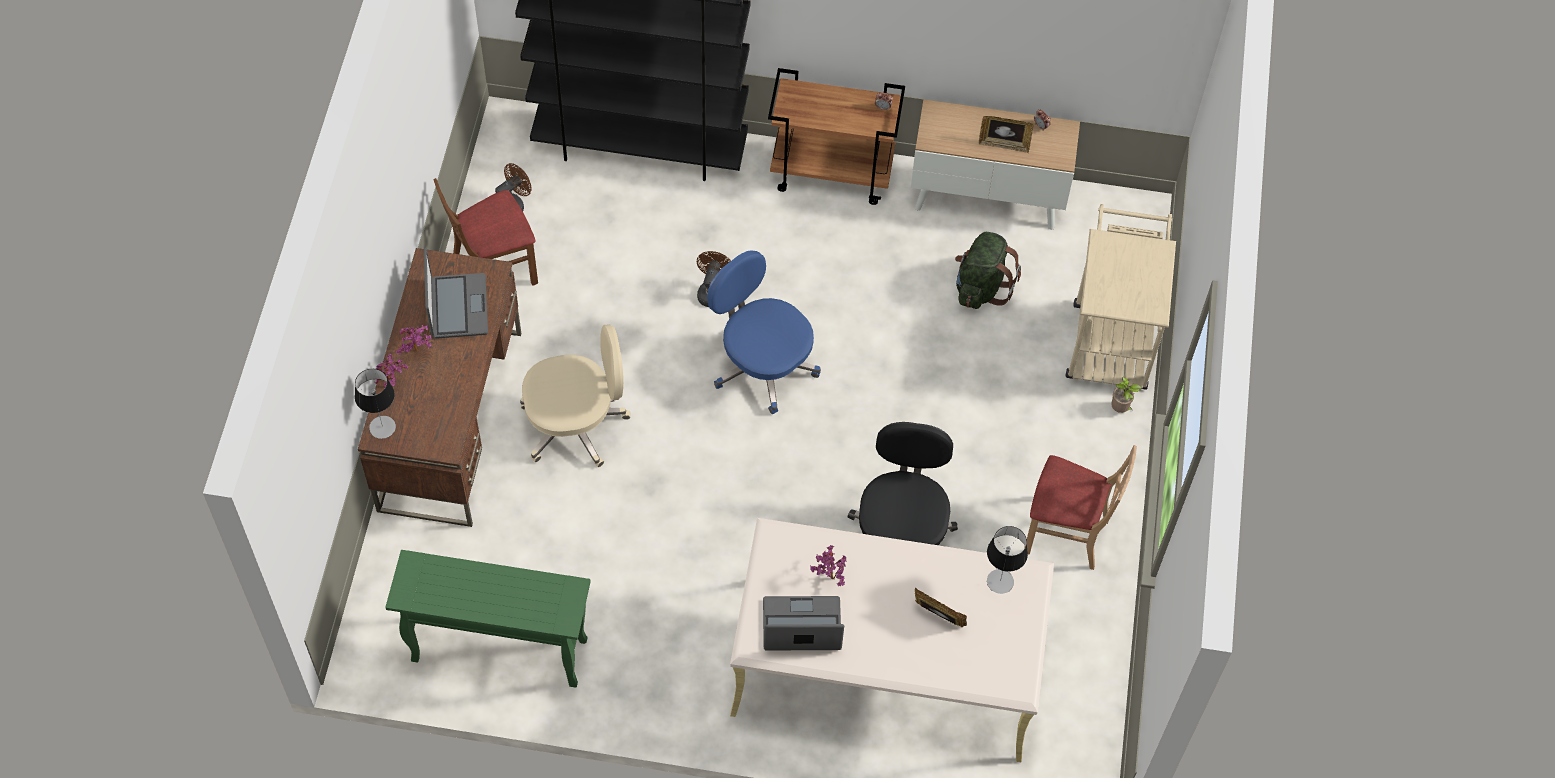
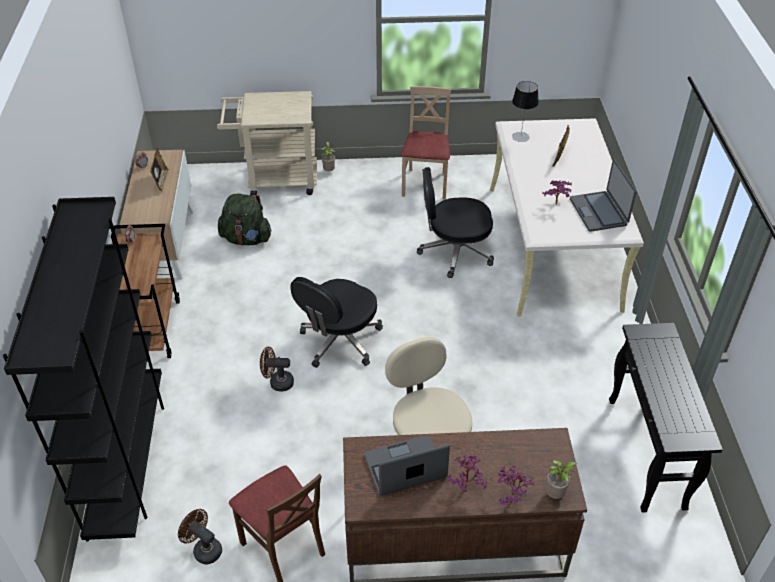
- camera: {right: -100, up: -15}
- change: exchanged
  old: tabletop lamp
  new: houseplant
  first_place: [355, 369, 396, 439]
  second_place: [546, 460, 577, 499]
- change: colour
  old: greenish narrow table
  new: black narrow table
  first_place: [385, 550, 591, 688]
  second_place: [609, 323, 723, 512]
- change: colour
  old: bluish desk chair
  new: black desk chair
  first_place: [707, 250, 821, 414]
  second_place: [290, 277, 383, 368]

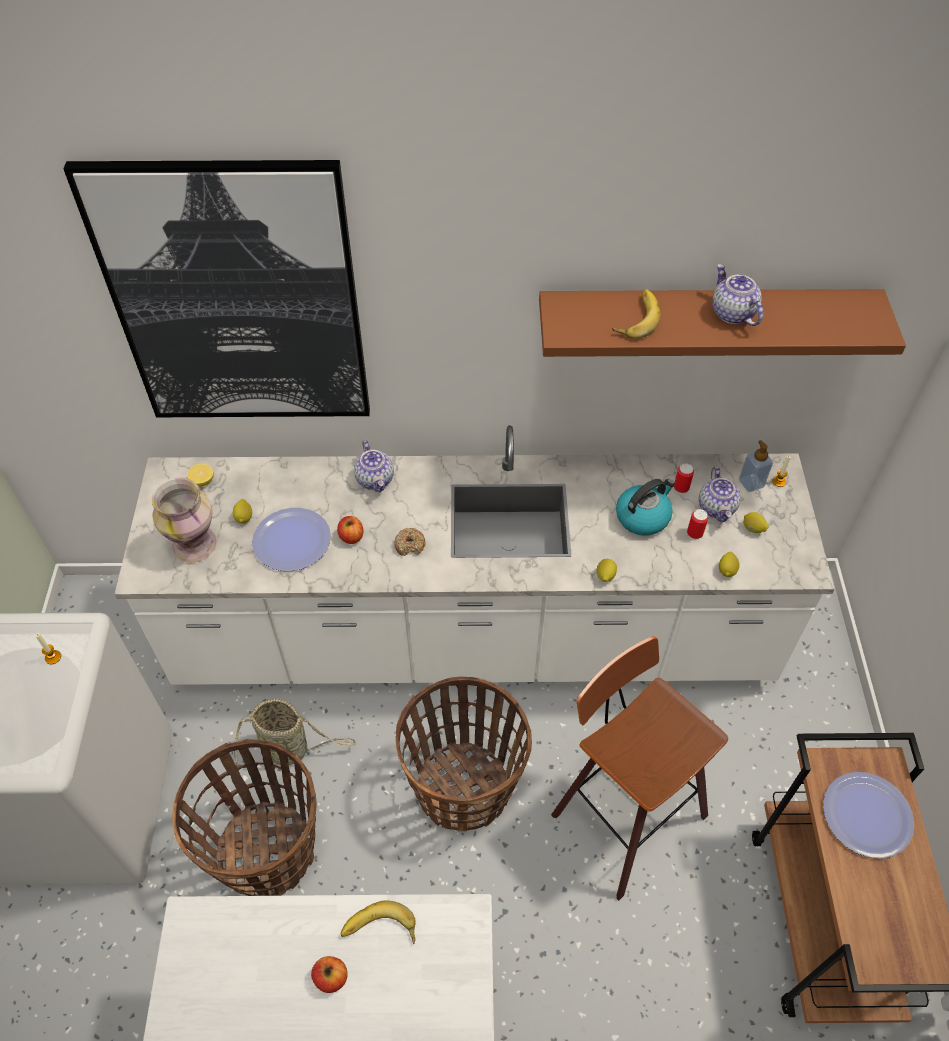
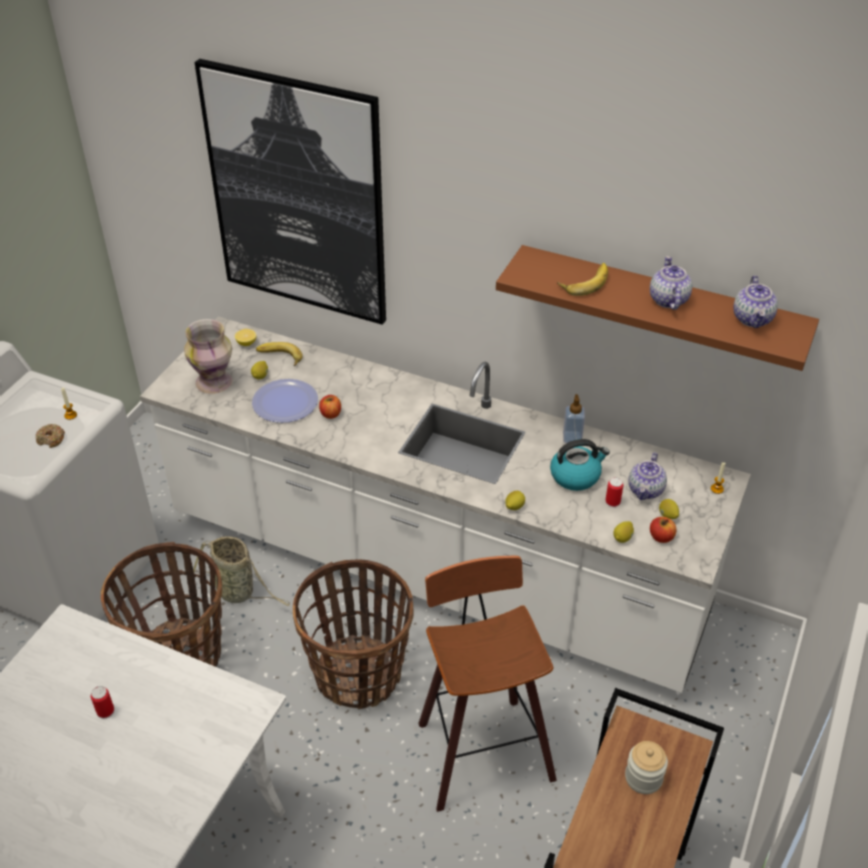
- camera: {right: 25, up: -10}
- change: relocated
  old: whole apple
  first_place: [311, 956, 348, 993]
  second_place: [650, 517, 676, 543]
- change: relocated
  old: banana fruit
  first_place: [341, 901, 416, 944]
  second_place: [256, 342, 303, 366]
- change: relocated
  old: teapot
  first_place: [354, 440, 394, 493]
  second_place: [733, 275, 778, 328]
- change: relocated
  old: doughnut
  first_place: [394, 528, 425, 556]
  second_place: [35, 424, 65, 448]
- change: relocated
  old: can
  first_place: [674, 463, 694, 494]
  second_place: [91, 686, 114, 719]
- change: relocated
  old: soap bottle
  first_place: [739, 440, 773, 492]
  second_place: [563, 394, 585, 443]
- change: exchanged
  old: dinner plate
  new: preserve jar
  first_place: [823, 772, 914, 859]
  second_place: [625, 741, 668, 794]

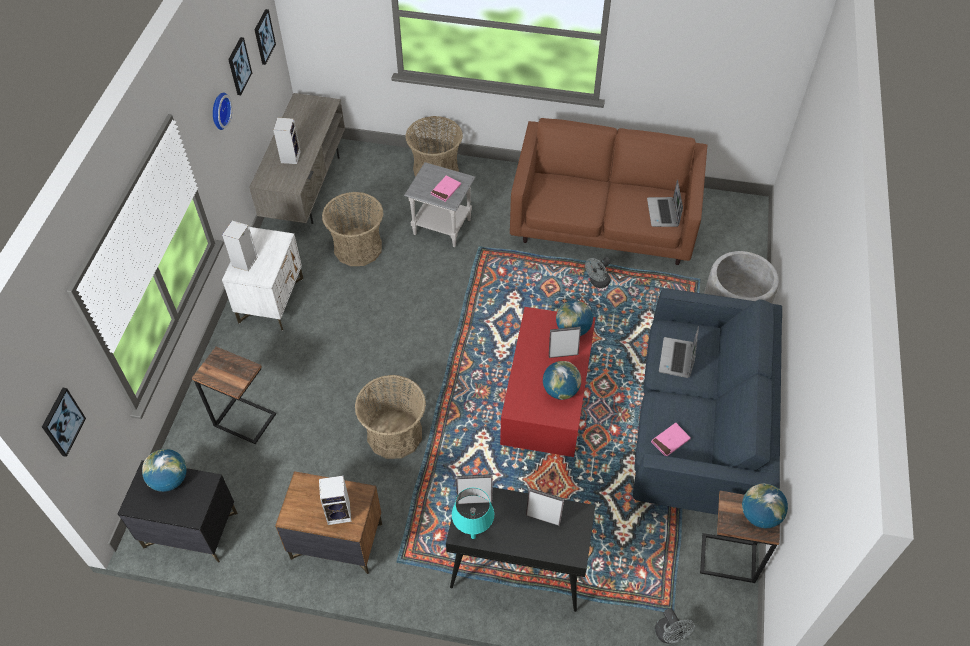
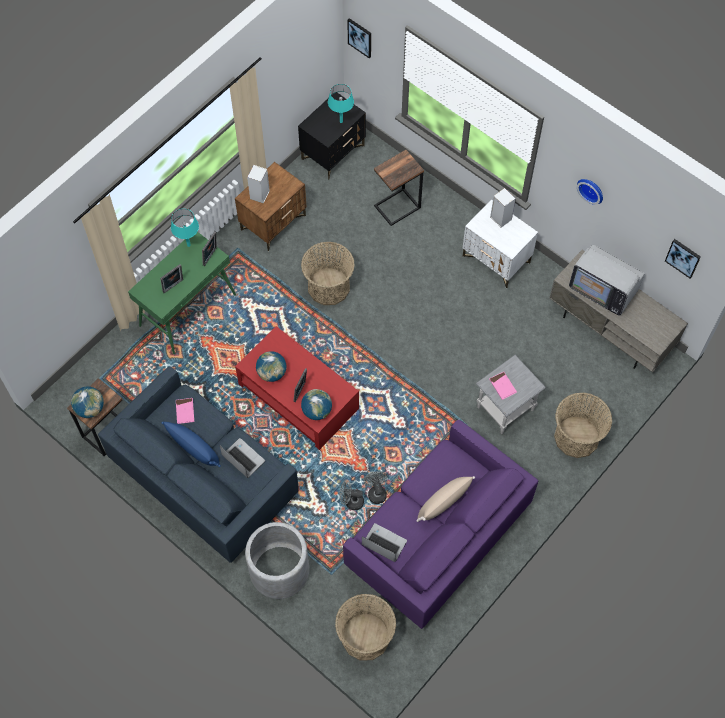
- camera: {right: 120, up: 10}
- change: missing
  old: picture
  first_place: [228, 37, 252, 95]
- change: appeared
  new: bluish throw pillow
  second_place: [162, 422, 221, 467]
- change: appeared
  new: beige throw pillow
  second_place: [416, 476, 475, 522]
- change: relocated
  old: household basket
  first_place: [322, 192, 384, 266]
  second_place: [335, 594, 396, 661]
- change: relocated
  old: greyish cooling fan
  first_place: [655, 608, 695, 643]
  second_place: [340, 480, 364, 510]
- change: exchanged
  old: world globe
  new: turquoise tabletop lamp
  first_place: [142, 449, 187, 492]
  second_place: [328, 84, 354, 123]
- change: exchanged
  old: speaker
  new: TV
  first_place: [273, 118, 301, 164]
  second_place: [569, 244, 644, 316]
- change: colour
  old: black narrow table
  new: greenish narrow table
  first_place: [446, 487, 595, 612]
  second_place: [128, 232, 236, 354]
- change: colour
  old: brownish sofa
  new: purple sofa
  first_place: [510, 118, 707, 265]
  second_place: [343, 420, 538, 629]

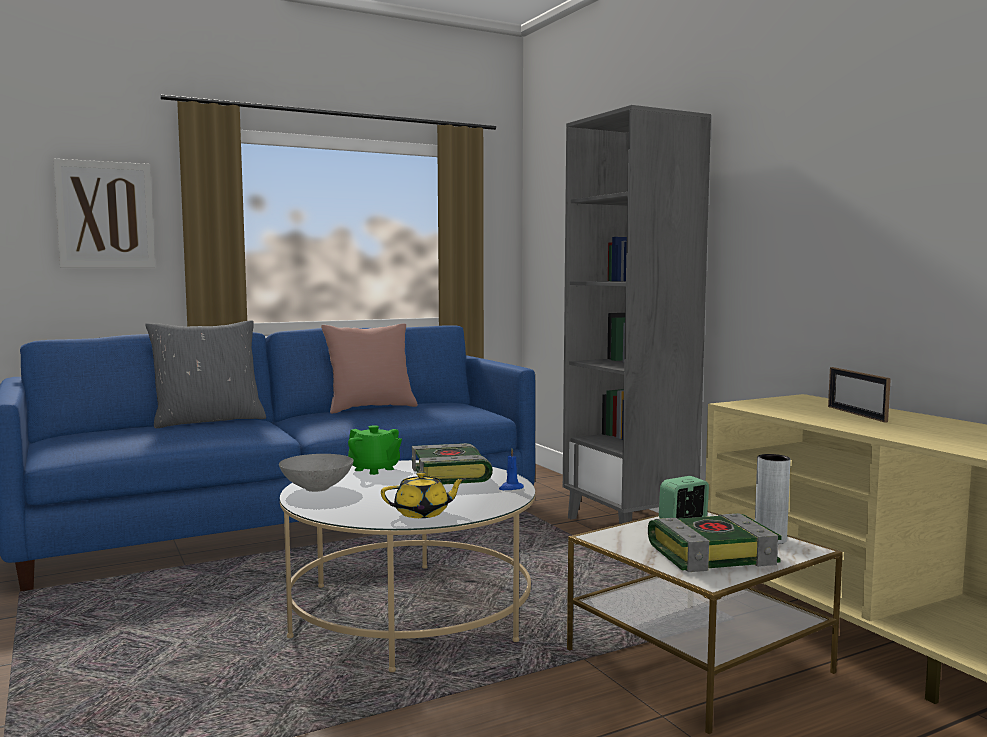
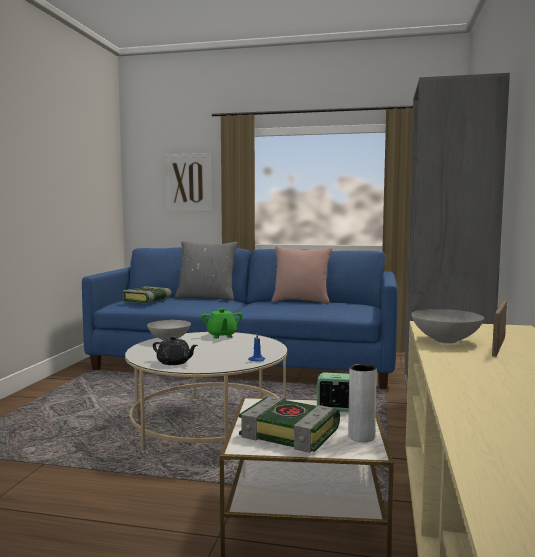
- camera: {right: 40, up: 0}
- change: appeared
  new: greyish deep dish
  second_place: [411, 309, 484, 344]
- change: relocated
  old: book
  first_place: [412, 443, 493, 484]
  second_place: [122, 286, 172, 304]
- change: colour
  old: yellow-coloured teapot
  new: black teapot
  first_place: [381, 472, 466, 518]
  second_place: [153, 336, 198, 365]

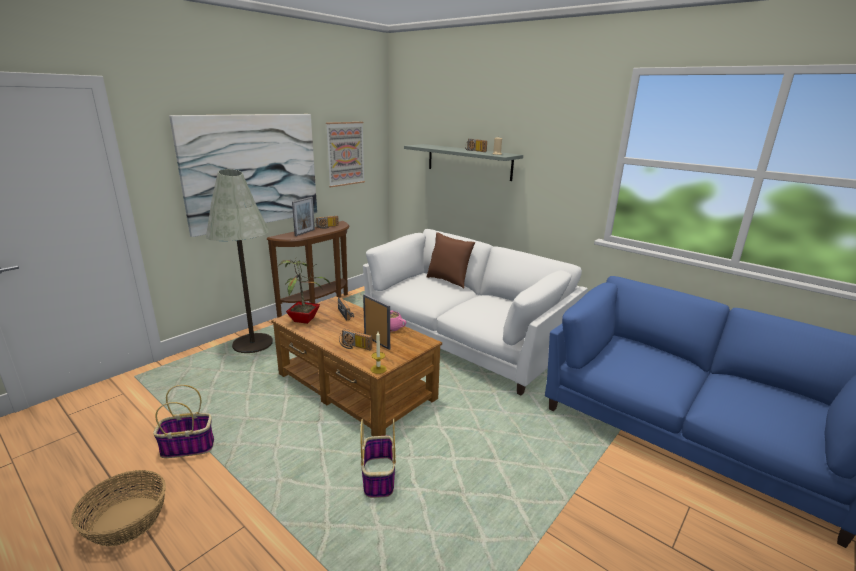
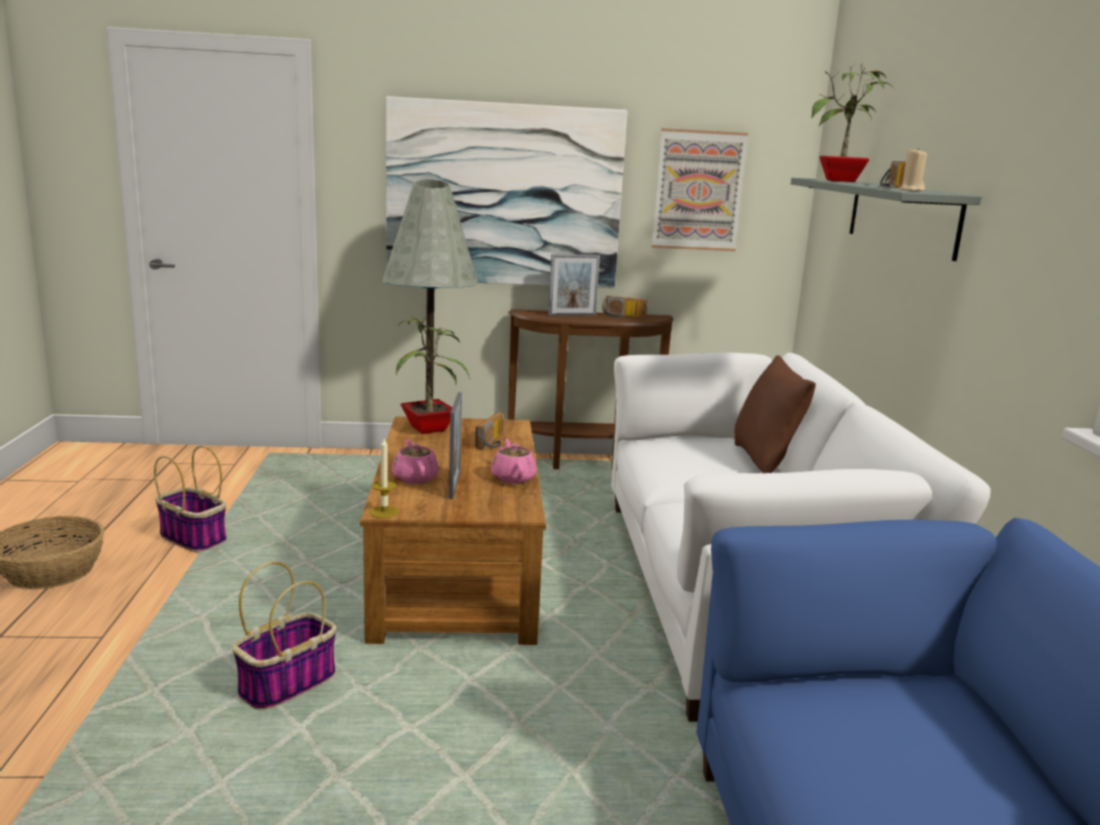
- camera: {right: 45, up: -5}
- change: appeared
  new: houseplant
  second_place: [811, 64, 893, 182]
- change: exchanged
  old: radio
  new: pinkish teapot
  first_place: [339, 329, 372, 350]
  second_place: [392, 439, 439, 484]

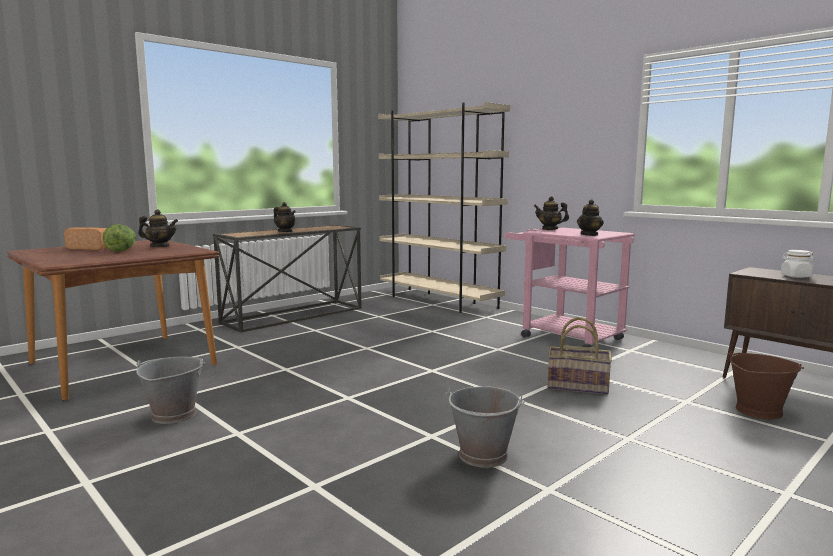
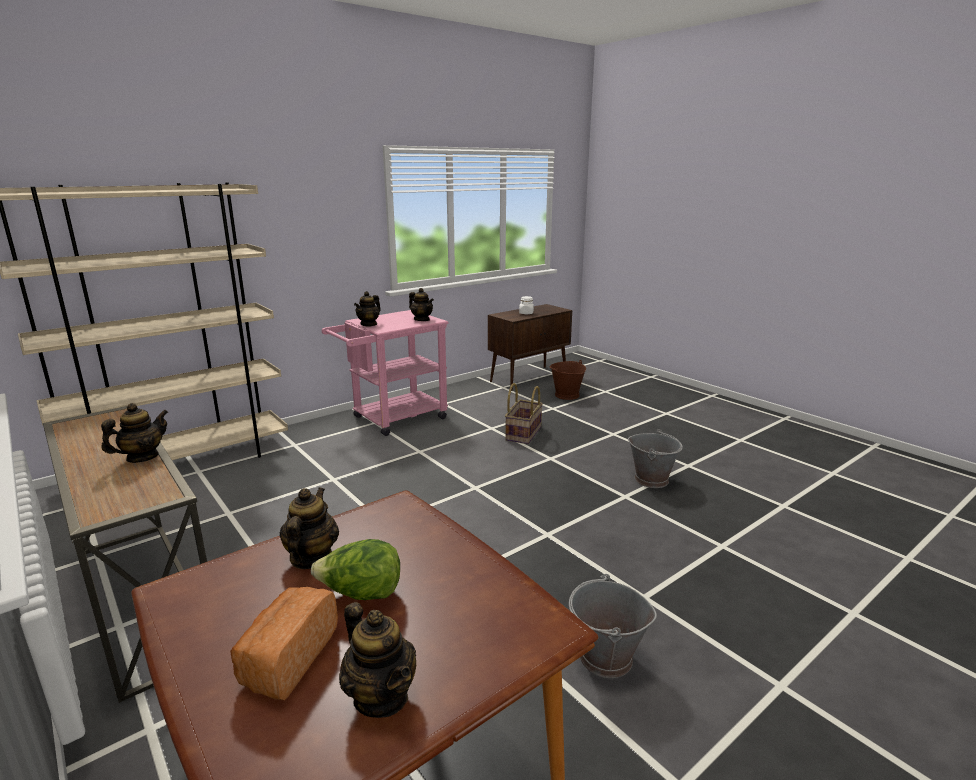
- camera: {right: -85, up: 10}
- change: appeared
  new: teapot
  second_place: [339, 602, 416, 718]

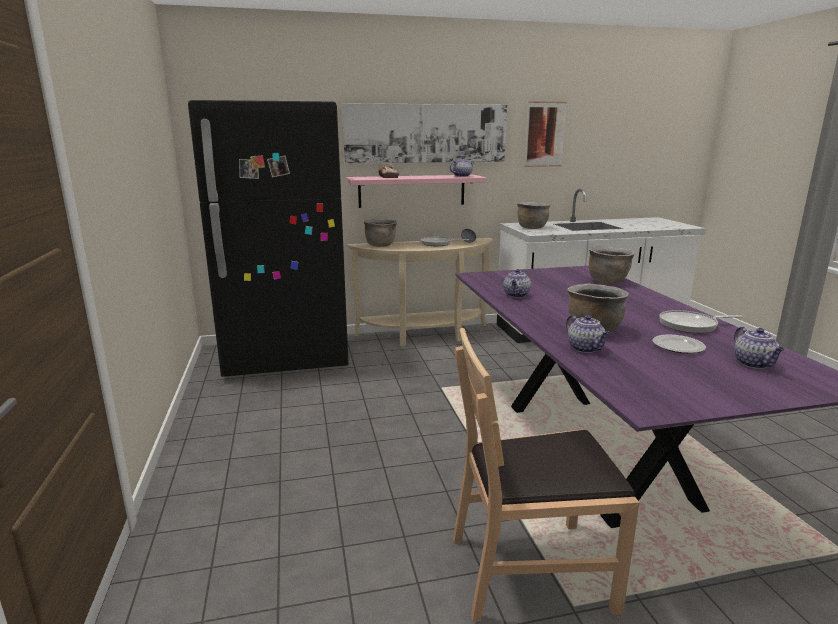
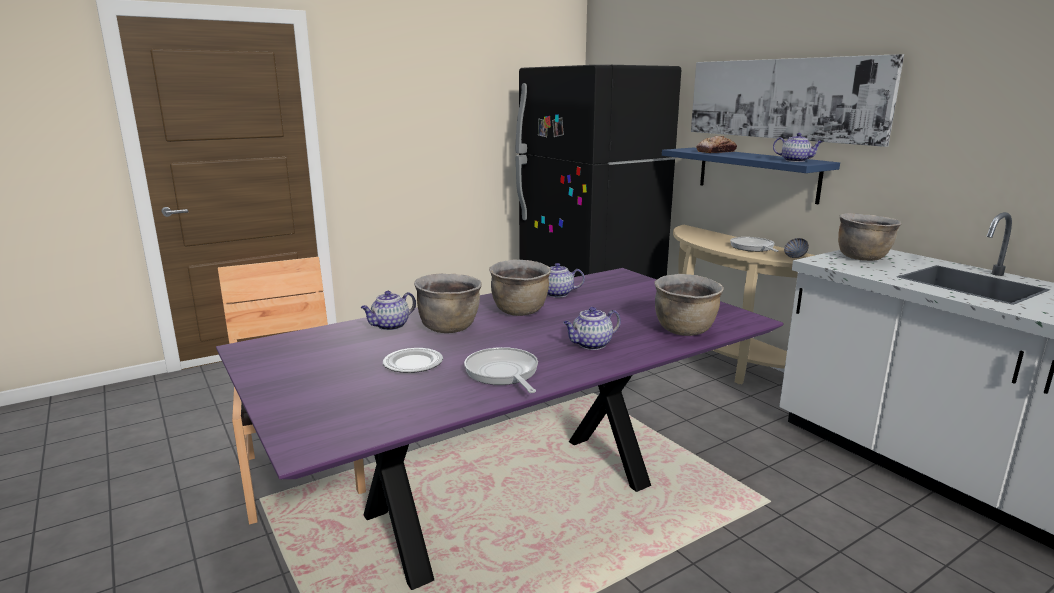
- camera: {right: 70, up: 0}
- change: missing
  old: picture
  first_place: [524, 101, 567, 167]
- change: relocated
  old: brownish stockpot
  first_place: [364, 219, 397, 247]
  second_place: [489, 259, 551, 316]
- change: relocated
  old: teapot
  first_place: [734, 327, 785, 369]
  second_place: [563, 307, 621, 350]
- change: colour
  old: pinkish bracket shelf
  new: bluish bracket shelf
  first_place: [346, 175, 487, 208]
  second_place: [662, 148, 840, 204]

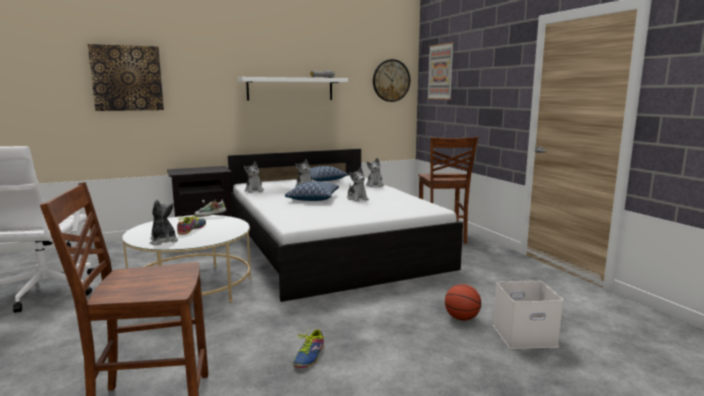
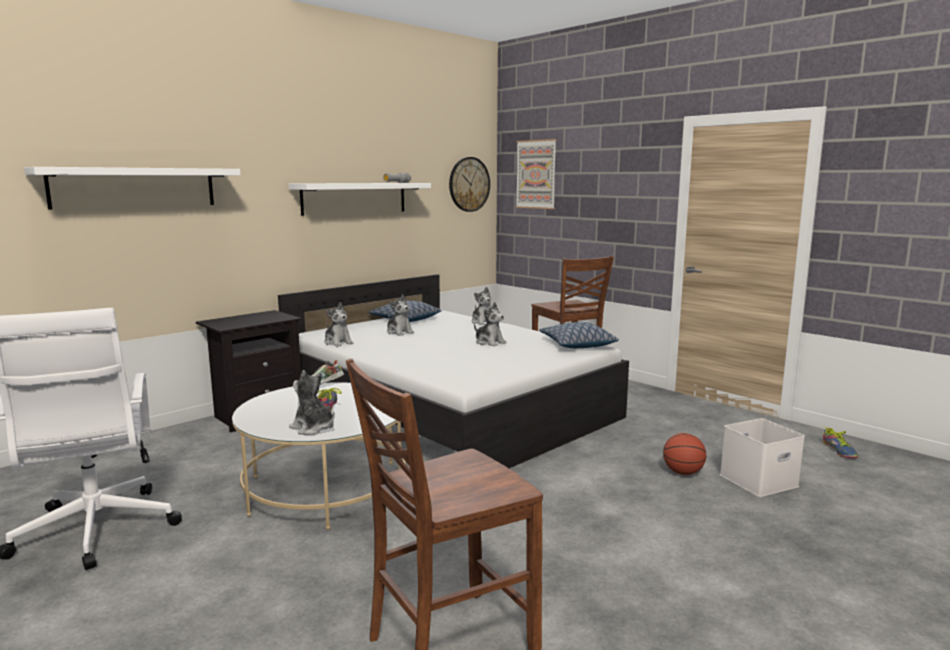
- camera: {right: -20, up: 0}
- change: relocated
  old: throw pillow
  first_place: [285, 182, 339, 201]
  second_place: [539, 322, 619, 348]
- change: relocated
  old: shoe
  first_place: [293, 328, 324, 368]
  second_place: [823, 428, 858, 458]
- change: exchanged
  old: picture
  new: white-coloured bracket shelf
  first_place: [88, 44, 164, 111]
  second_place: [24, 167, 241, 209]

